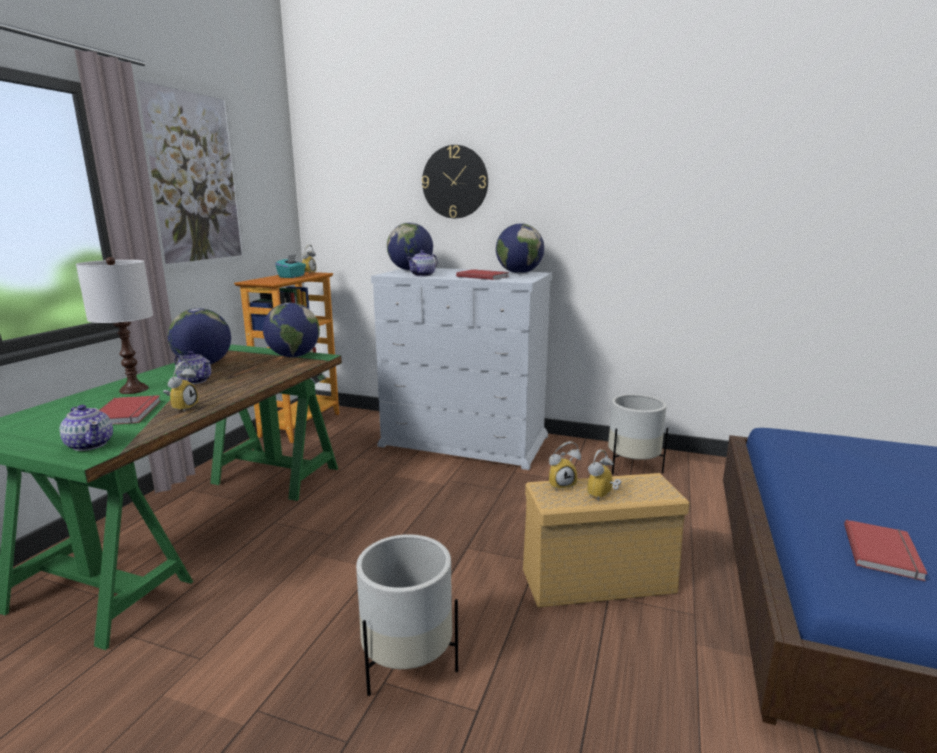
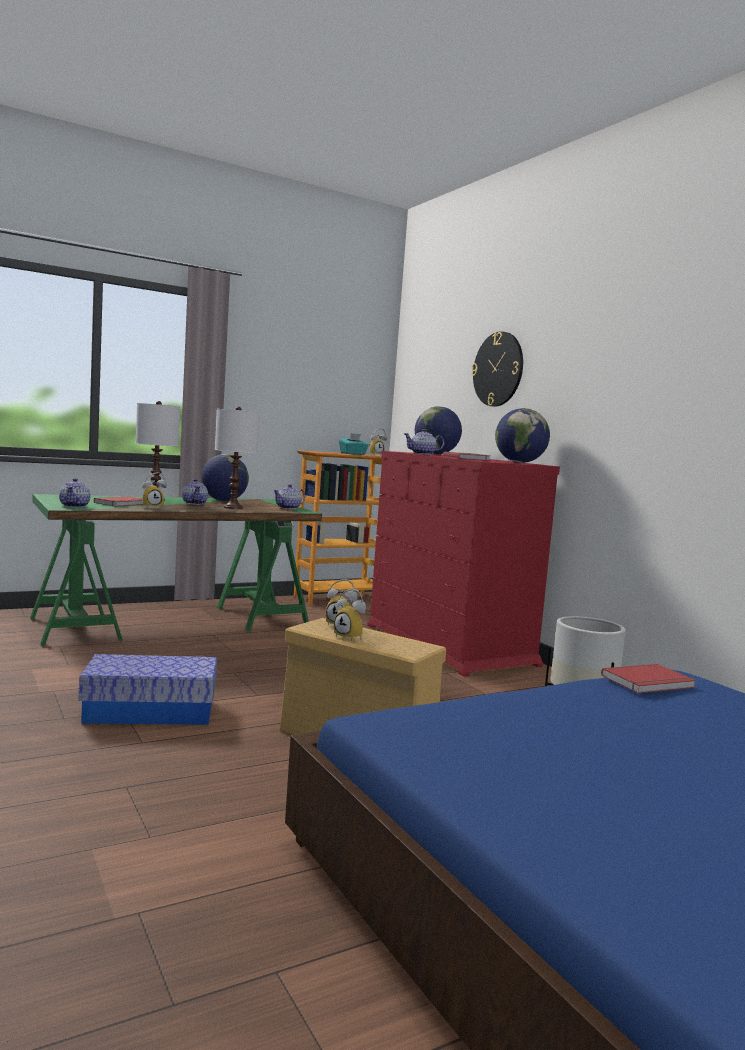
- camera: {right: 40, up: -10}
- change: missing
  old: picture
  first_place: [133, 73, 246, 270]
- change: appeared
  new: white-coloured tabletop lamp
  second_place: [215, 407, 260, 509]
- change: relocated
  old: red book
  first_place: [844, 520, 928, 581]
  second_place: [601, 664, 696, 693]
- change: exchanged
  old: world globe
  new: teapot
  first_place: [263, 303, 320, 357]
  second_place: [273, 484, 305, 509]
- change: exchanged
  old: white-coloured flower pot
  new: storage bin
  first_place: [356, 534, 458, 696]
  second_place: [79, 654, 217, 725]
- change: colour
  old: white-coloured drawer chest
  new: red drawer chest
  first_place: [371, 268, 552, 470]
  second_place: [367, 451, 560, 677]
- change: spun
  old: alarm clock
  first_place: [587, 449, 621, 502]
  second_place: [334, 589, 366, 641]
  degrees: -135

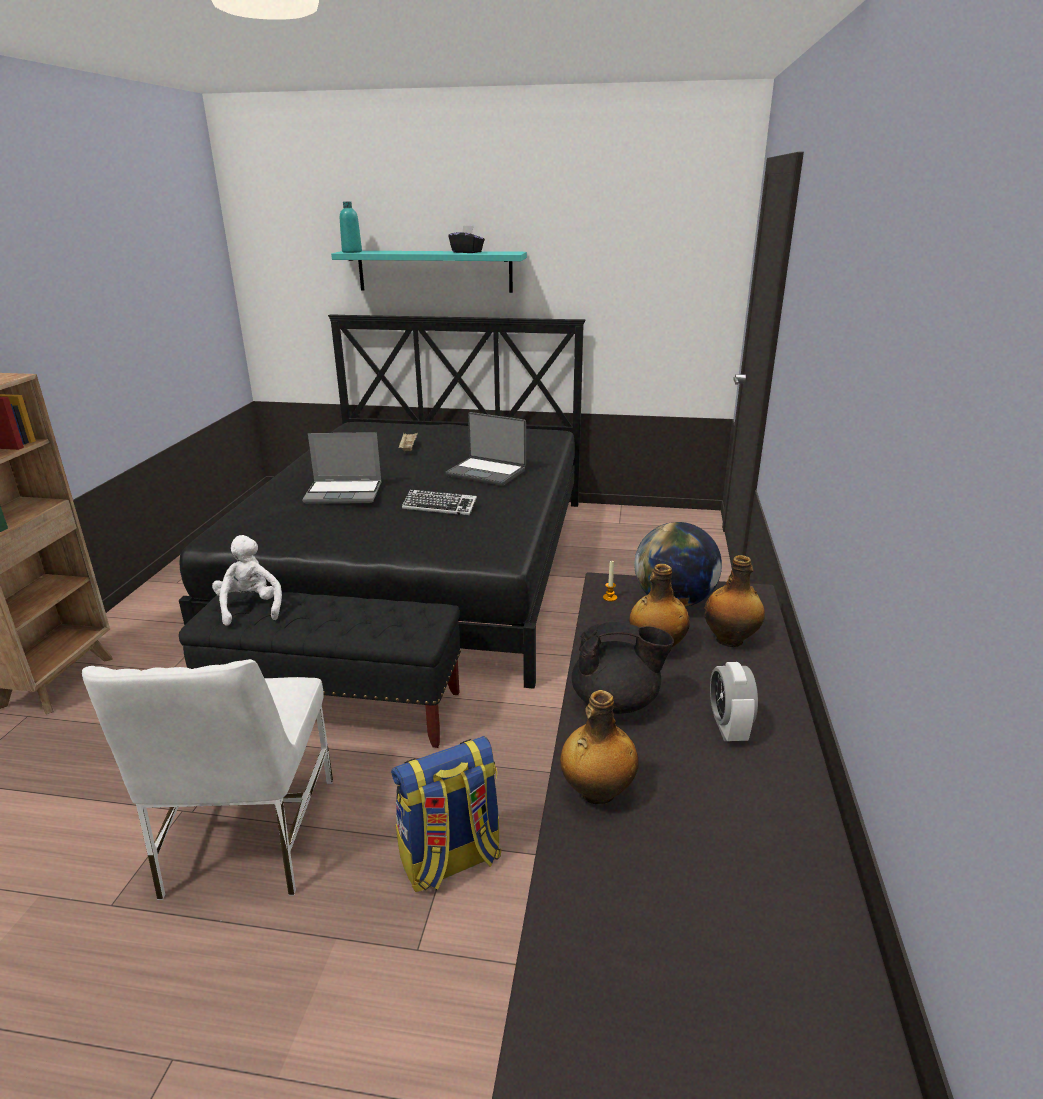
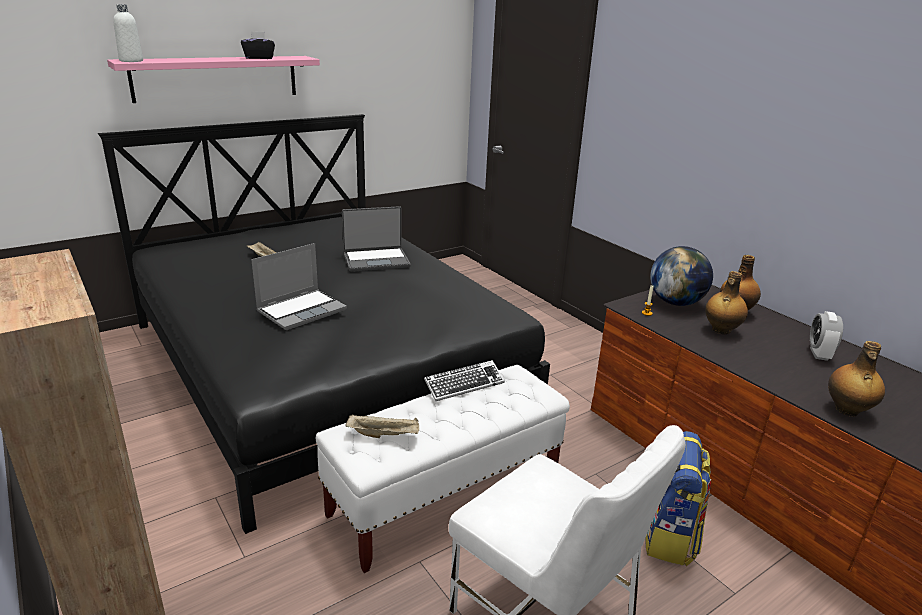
- camera: {right: -45, up: 0}
- change: missing
  old: black teapot
  first_place: [572, 622, 674, 714]
- change: relocated
  old: keyboard
  first_place: [402, 489, 477, 516]
  second_place: [424, 360, 505, 401]
- change: exchanged
  old: white-coloured plush toy
  new: beige carrying tray
  first_place: [212, 535, 282, 626]
  second_place: [346, 415, 419, 438]
- change: colour
  old: black long seat
  new: white-coloured long seat
  first_place: [179, 592, 461, 748]
  second_place: [316, 365, 570, 573]
- change: colour
  old: turquoise bracket shelf
  new: pinkish bracket shelf
  first_place: [331, 251, 527, 293]
  second_place: [107, 56, 320, 103]
- change: colour
  old: turquoise drink bottle
  new: white-coloured drink bottle
  first_place: [340, 201, 362, 253]
  second_place: [114, 4, 143, 62]
- change: spun
  old: alarm clock
  first_place: [710, 662, 758, 741]
  second_place: [810, 311, 843, 361]
  degrees: 60

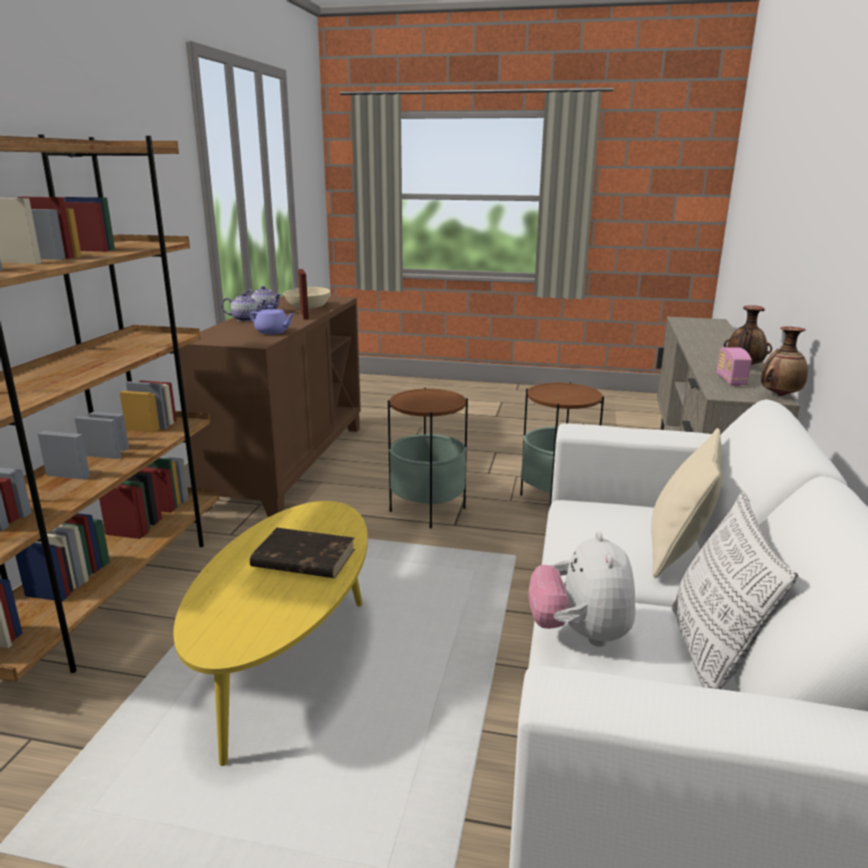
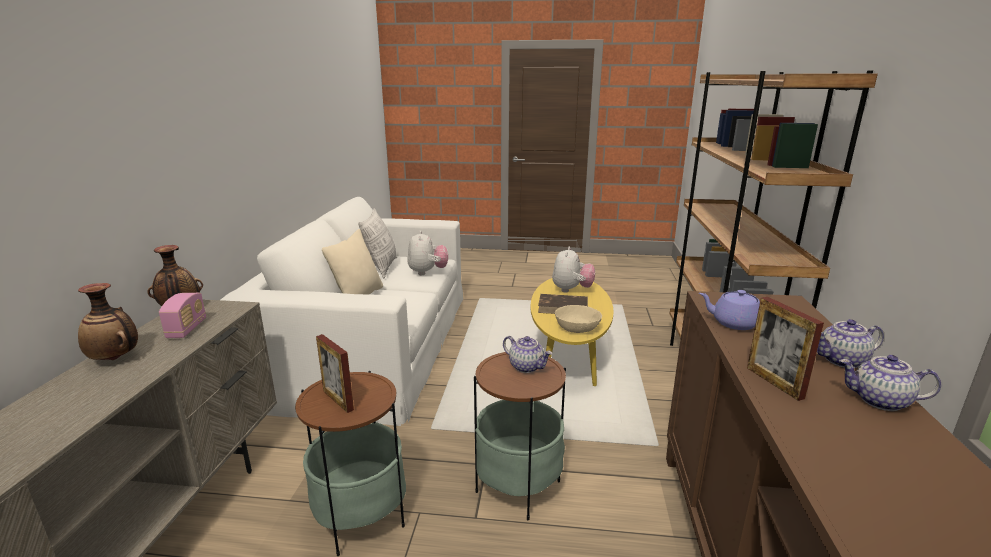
- camera: {right: 175, up: 0}
- change: appeared
  new: photo frame
  second_place: [316, 334, 354, 413]
- change: appeared
  new: teapot
  second_place: [503, 336, 552, 373]
- change: appeared
  new: plush toy
  second_place: [552, 247, 595, 293]
- change: relocated
  old: beige deep dish
  first_place: [283, 287, 330, 309]
  second_place: [555, 305, 602, 333]

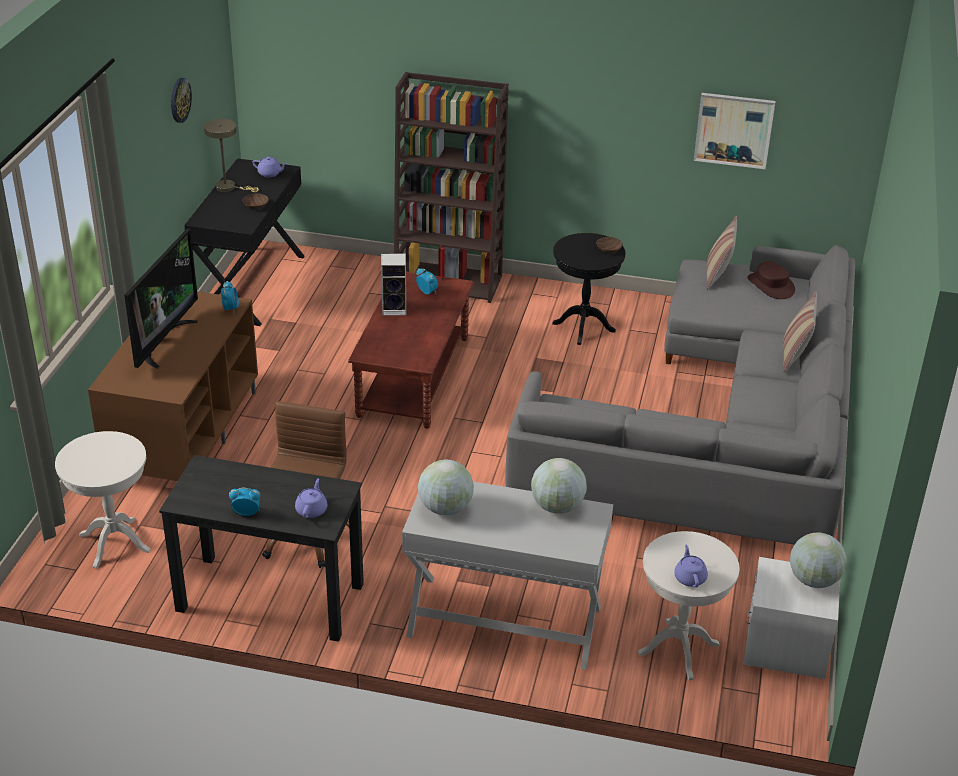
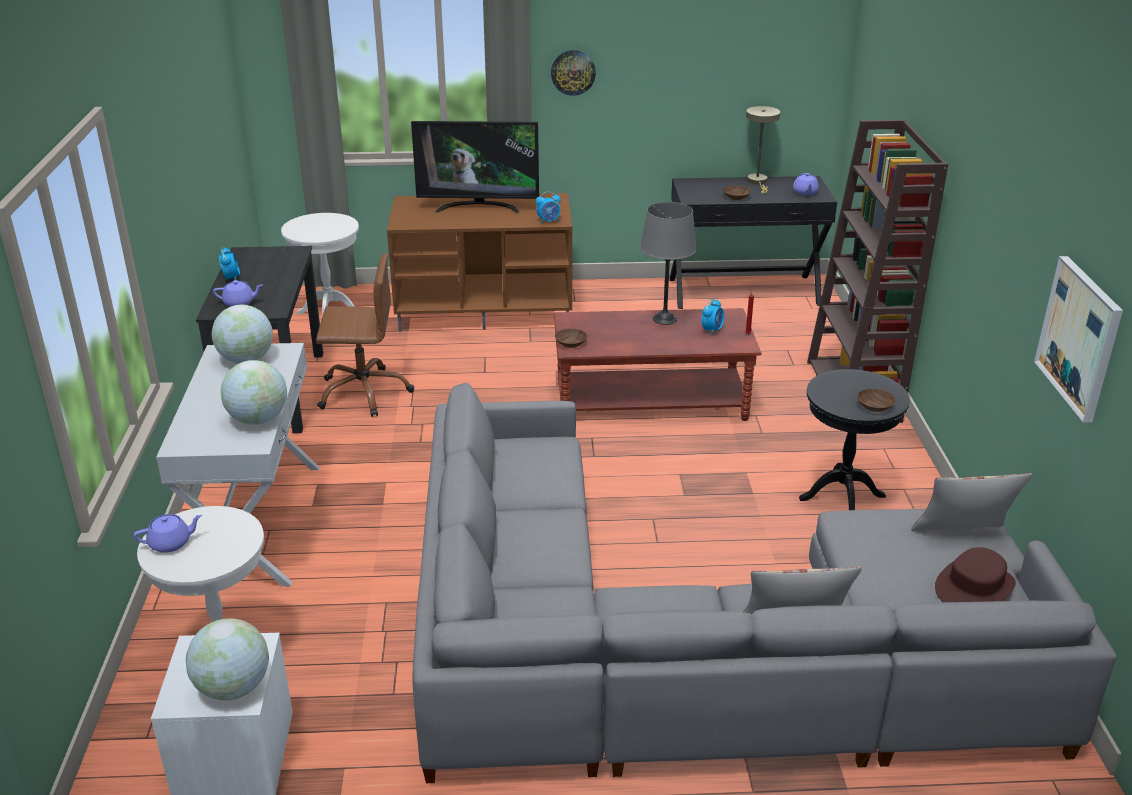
- camera: {right: 75, up: -5}
- change: appeared
  new: brownish deep dish
  second_place: [555, 329, 587, 348]
- change: relocated
  old: hanging clock
  first_place: [171, 78, 192, 123]
  second_place: [551, 50, 596, 96]
- change: exchanged
  old: speaker
  new: greyish tabletop lamp
  first_place: [381, 253, 406, 316]
  second_place: [640, 202, 697, 325]

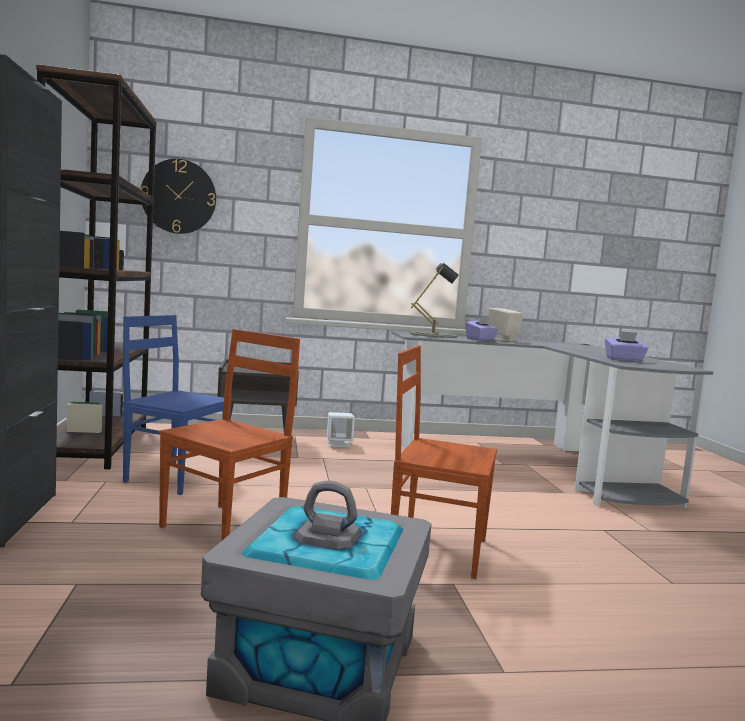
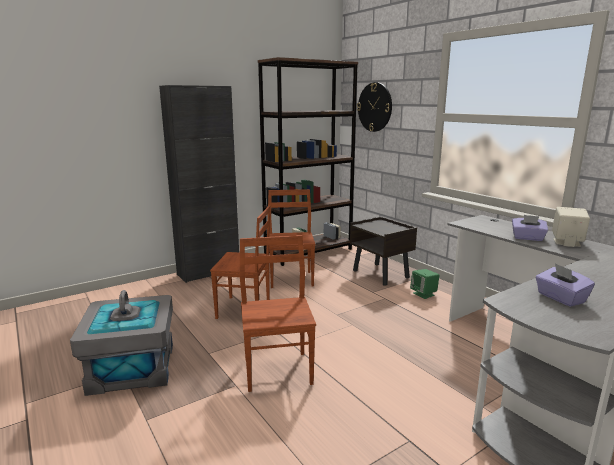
- camera: {right: 65, up: 10}
- change: missing
  old: greyish tabletop lamp
  first_place: [409, 263, 459, 338]
- change: colour
  old: bluish upright chair
  new: brownish upright chair
  first_place: [123, 315, 233, 495]
  second_place: [268, 189, 315, 288]
- change: colour
  old: white-coloured speaker
  new: greenish speaker
  first_place: [327, 412, 355, 447]
  second_place: [410, 269, 440, 299]

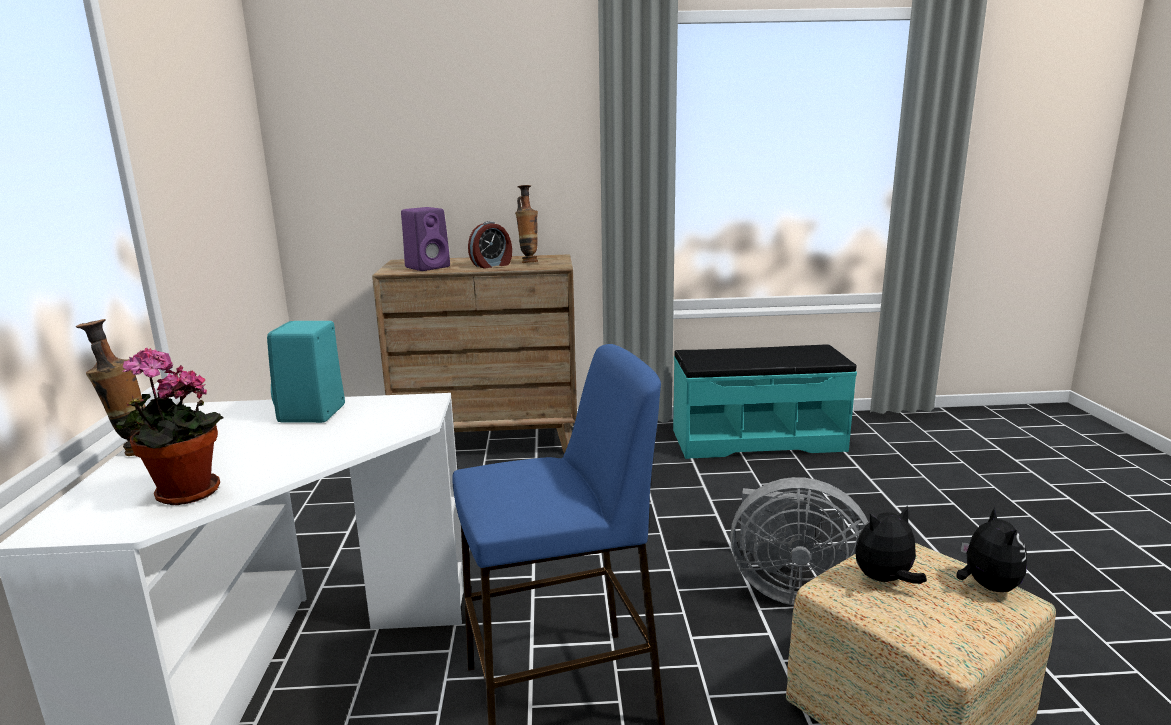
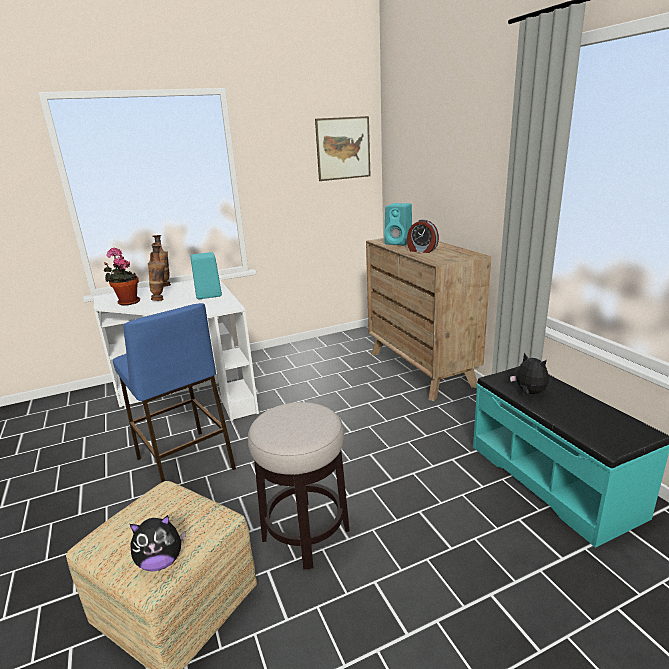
- camera: {right: 70, up: 5}
- change: appeared
  new: picture
  second_place: [315, 116, 371, 181]
- change: relocated
  old: flower vase
  first_place: [515, 185, 538, 263]
  second_place: [148, 244, 165, 301]
- change: relocated
  old: plush toy
  first_place: [855, 505, 927, 584]
  second_place: [510, 352, 549, 395]
- change: exchanged
  old: greyish cooling fan
  new: sitting stool
  first_place: [730, 477, 868, 605]
  second_place: [248, 402, 350, 570]
- change: colour
  old: purple speaker
  new: turquoise speaker
  first_place: [401, 207, 450, 271]
  second_place: [384, 203, 412, 245]

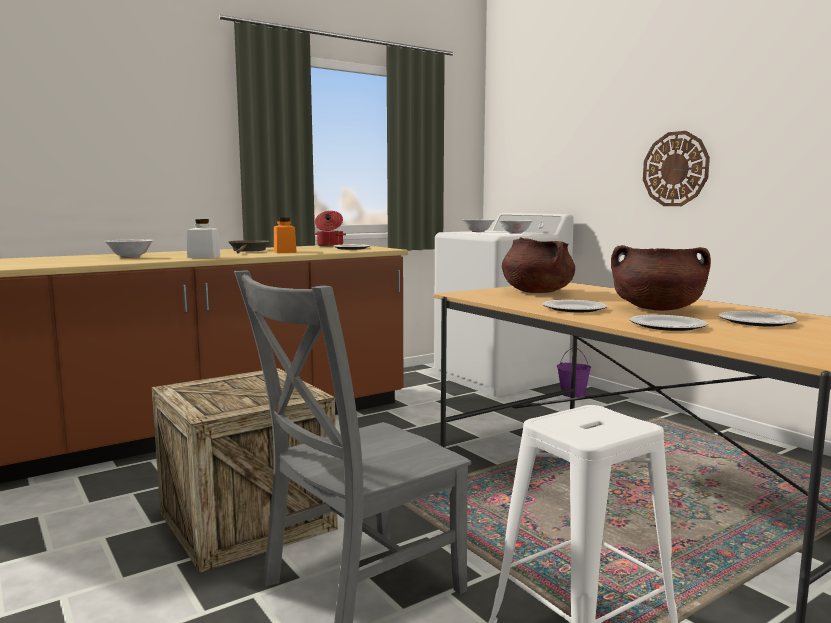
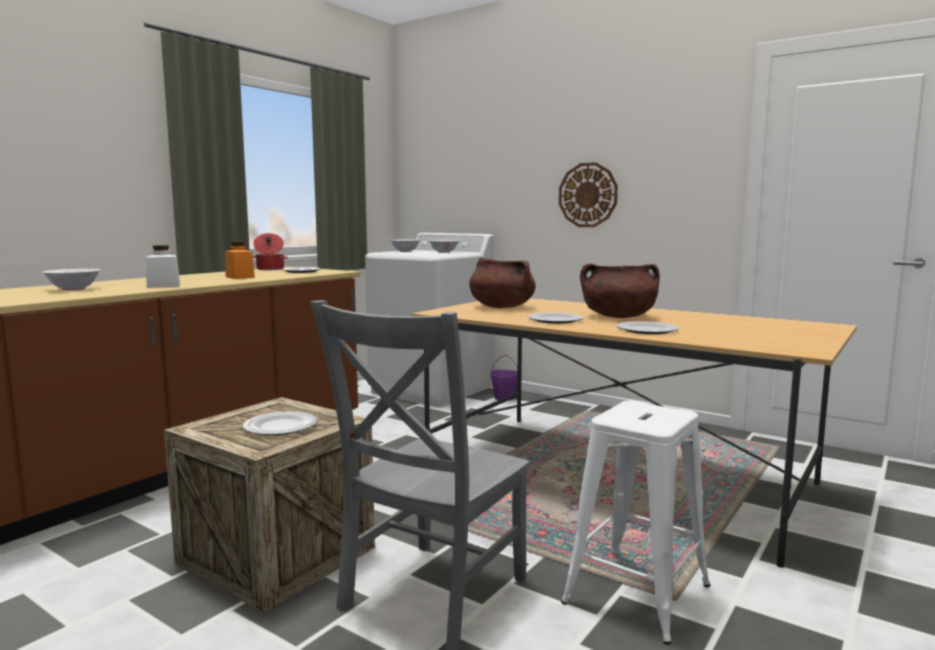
- camera: {right: -20, up: 0}
- change: missing
  old: brownish skillet
  first_place: [228, 240, 270, 253]
- change: relocated
  old: dinner plate
  first_place: [718, 311, 797, 327]
  second_place: [243, 411, 318, 435]

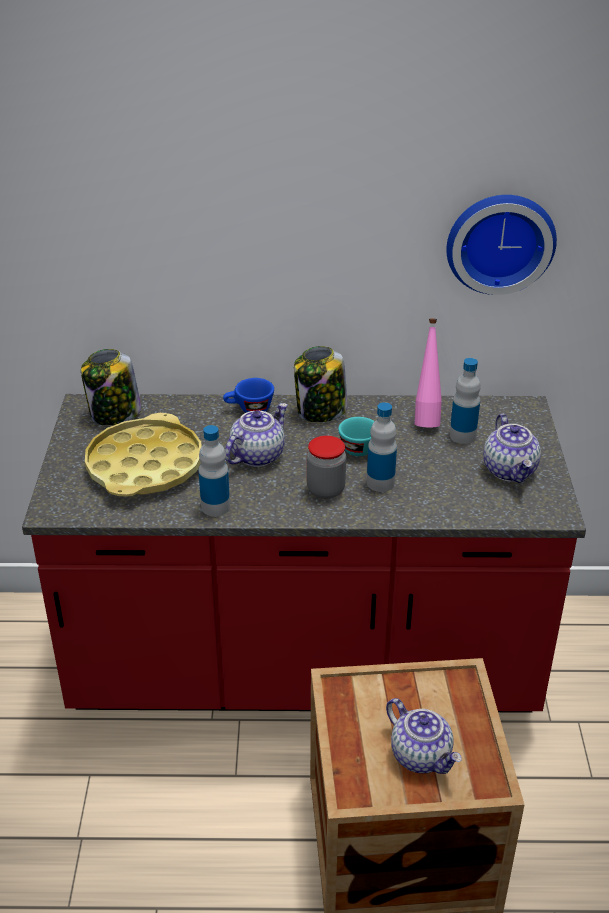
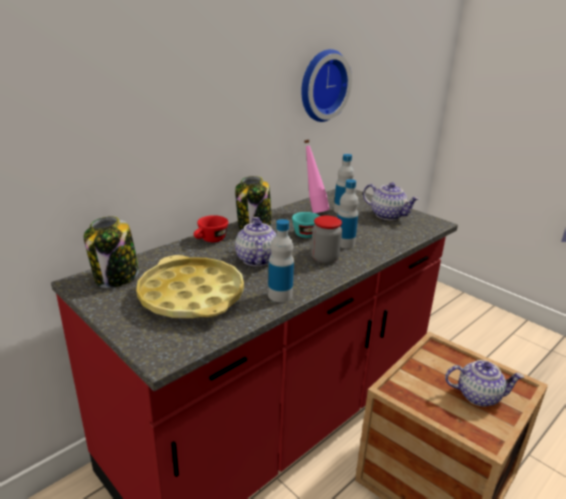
- camera: {right: -45, up: -10}
- change: colour
  old: bluish drinking cup
  new: red drinking cup
  first_place: [223, 378, 274, 413]
  second_place: [194, 215, 228, 242]

